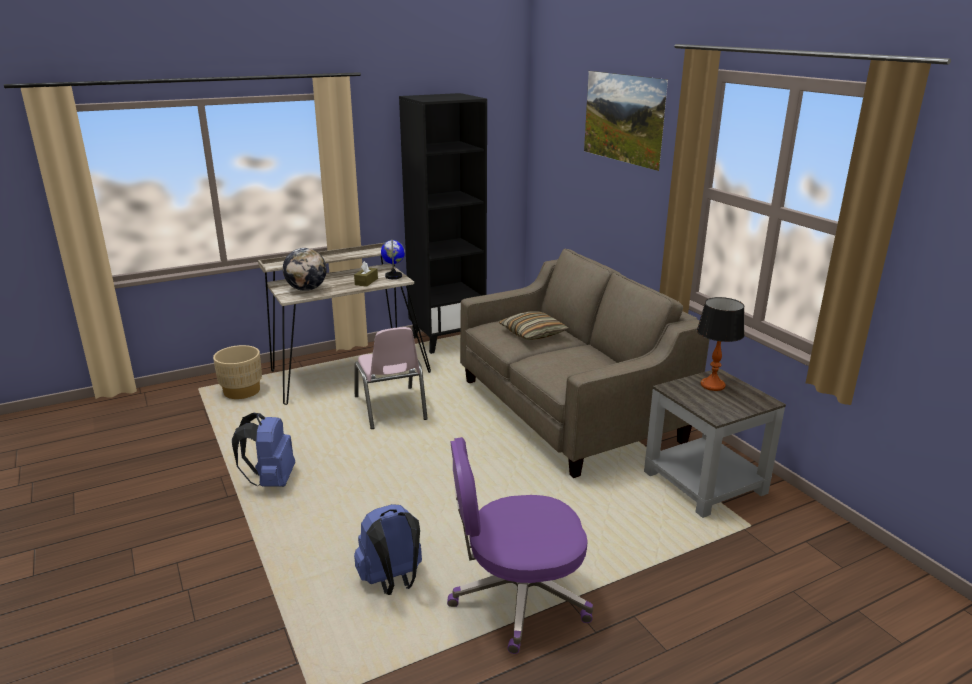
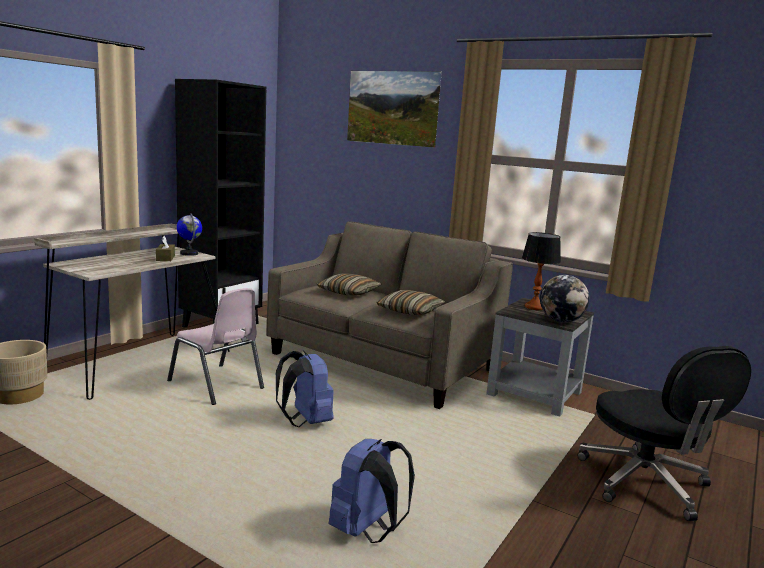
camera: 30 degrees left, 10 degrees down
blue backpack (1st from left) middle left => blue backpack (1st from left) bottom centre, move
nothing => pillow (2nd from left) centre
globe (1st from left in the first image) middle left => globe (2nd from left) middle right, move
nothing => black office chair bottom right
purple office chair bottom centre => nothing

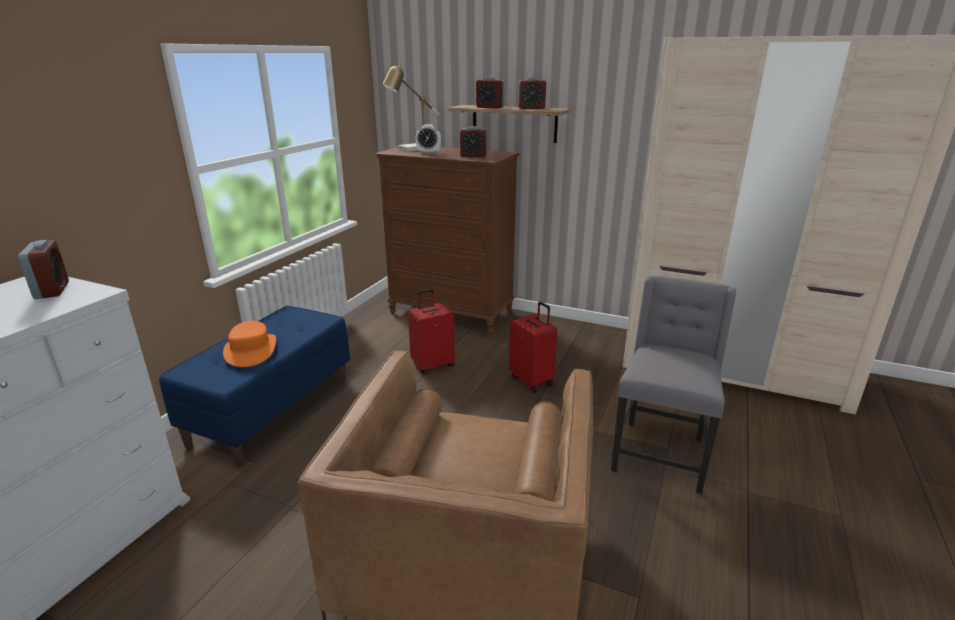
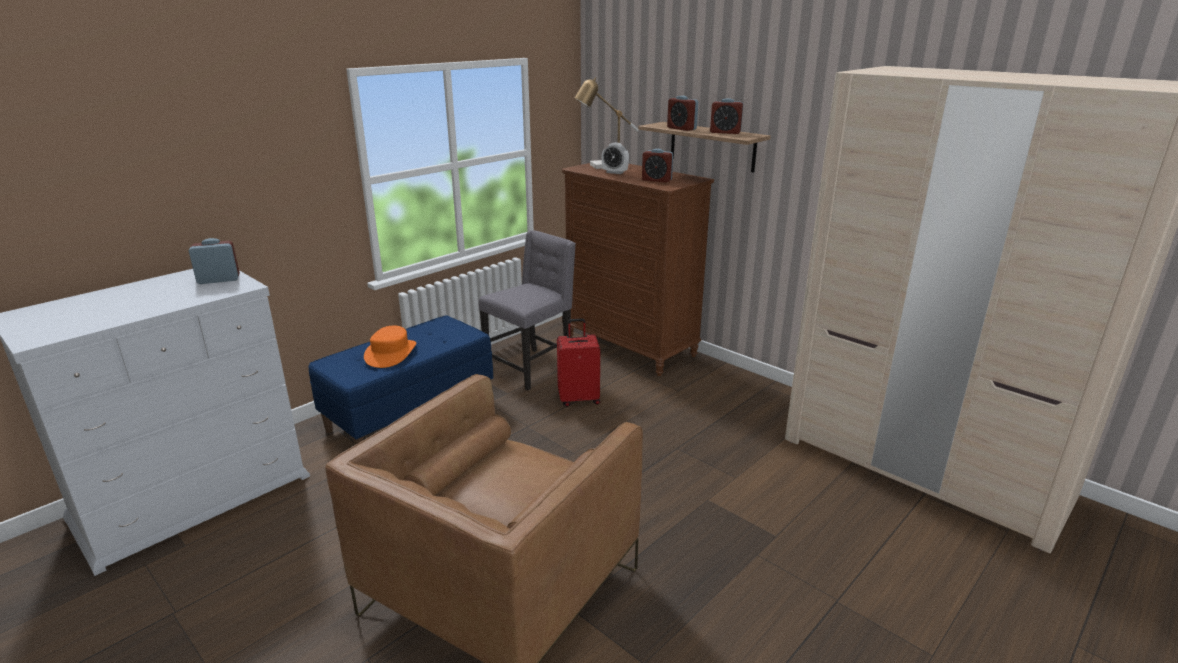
camera: 20 degrees right, 0 degrees up
alarm clock (1st from left) middle left, 105 degrees counterclockwise
grey chair middle right => grey chair centre, move
red suitcase (2nd from left) centre => nothing

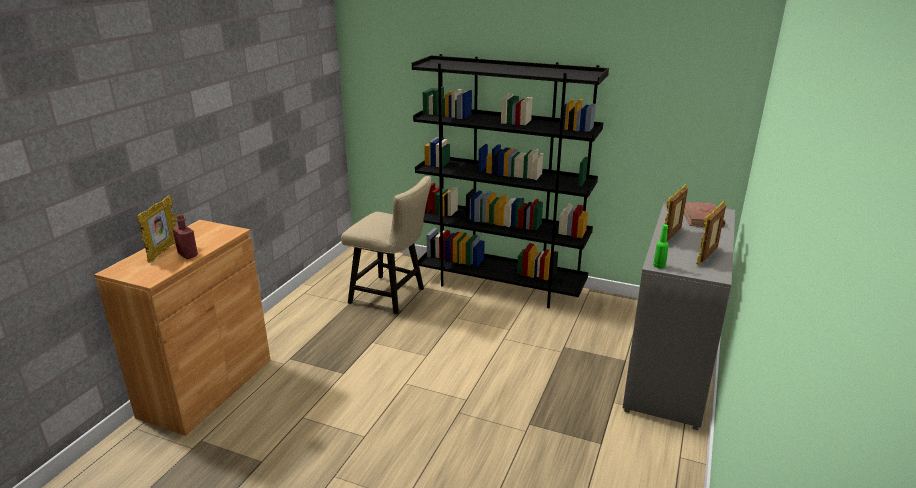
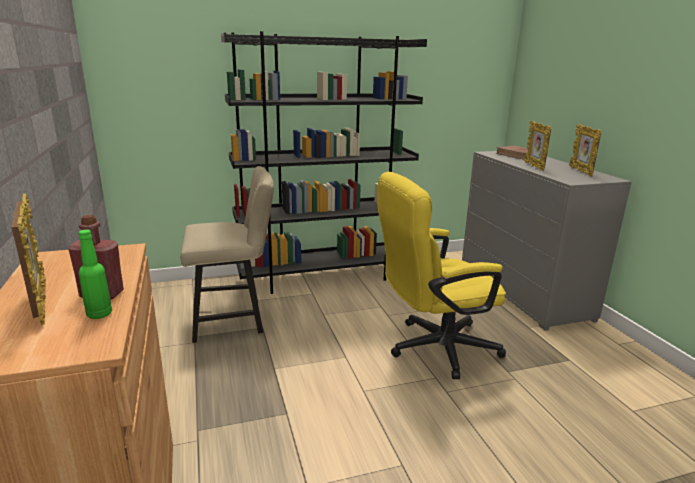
camera: 40 degrees left, 5 degrees down
green bottle middle right => green bottle middle left, move
nothing => yellow office chair centre

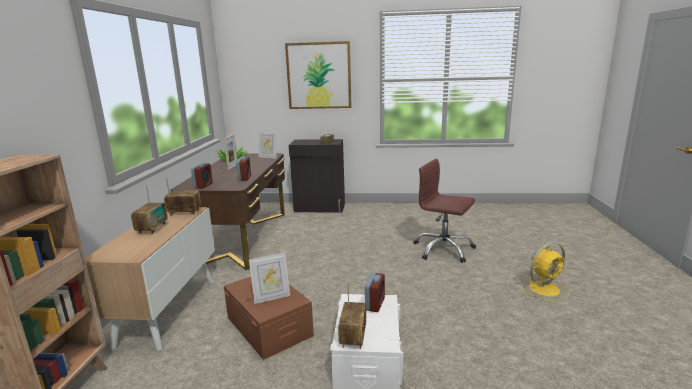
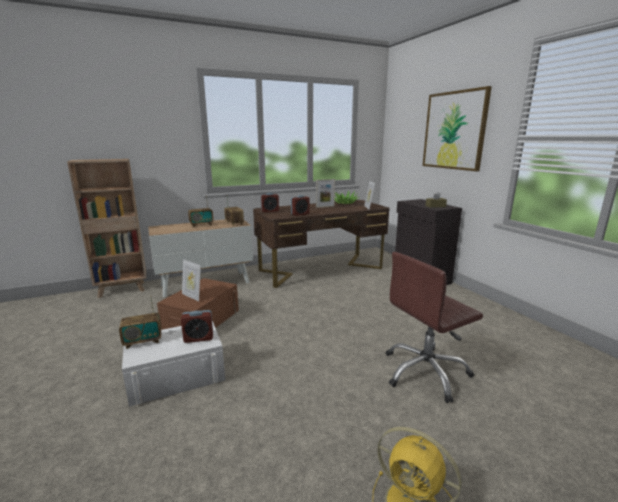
camera: 60 degrees right, 0 degrees up
brown office chair centre => brown office chair middle right, 120 degrees counterclockwise

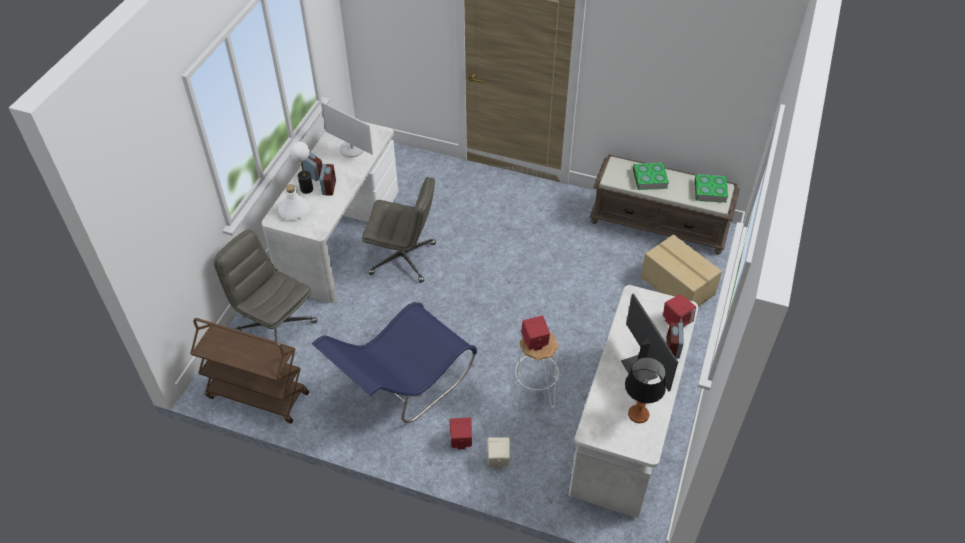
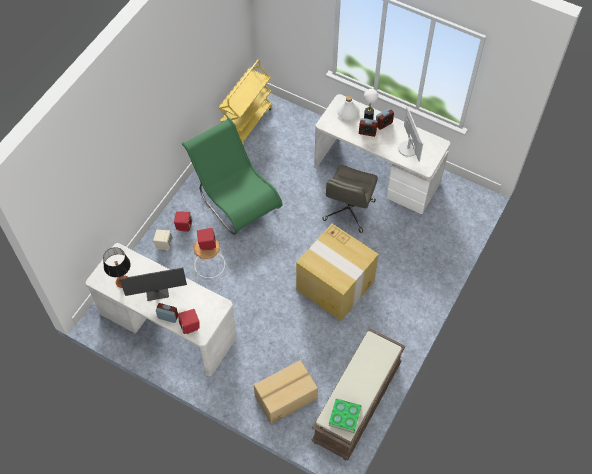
camera: 100 degrees right, 10 degrees up
blue chair bottom centre => green chair centre
brown cart bottom left => yellow cart top centre
nothing => cardboard box (2nd from left) centre
monitor (1st from left in the first image) top centre => monitor (2nd from left) top right, 120 degrees clockwise
grey office chair (1st from left) middle left => nothing
book (1st from left) top right => nothing

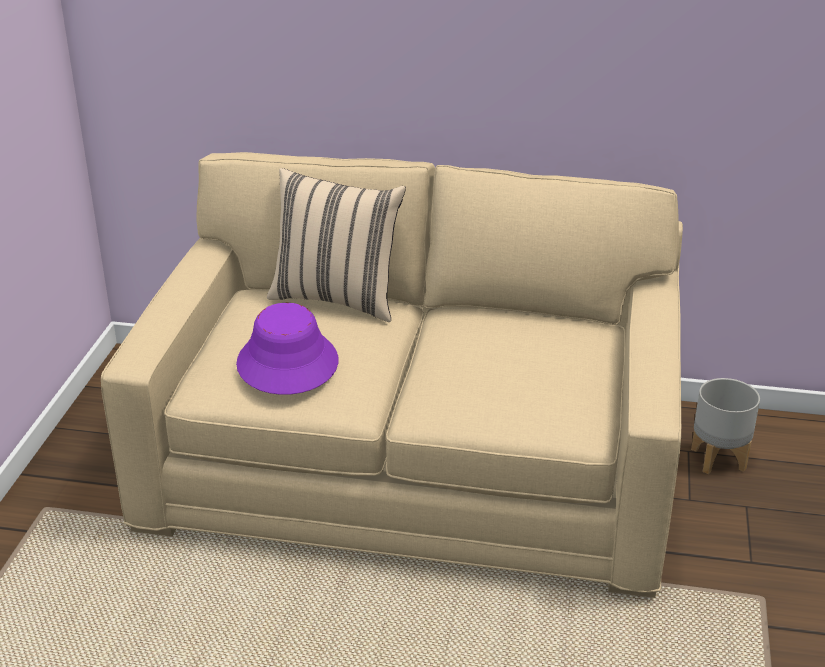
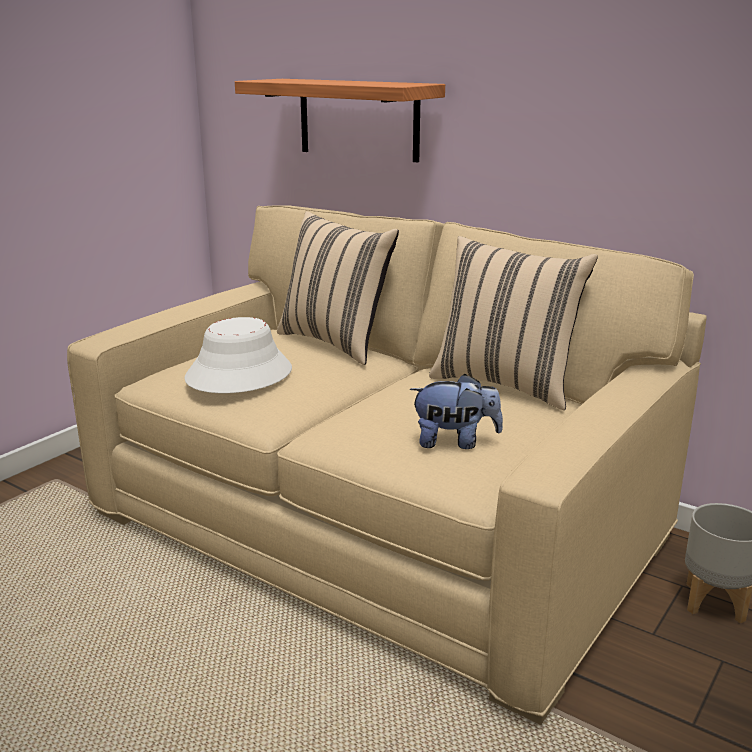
camera: 25 degrees right, 10 degrees down
purple hat centre => white hat middle left
nothing => shelf top centre
nothing => plush toy centre
nothing => beige pillow (2nd from left) middle right

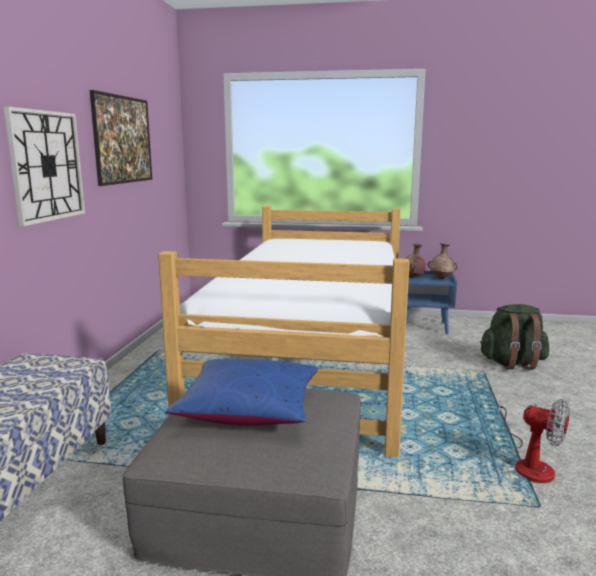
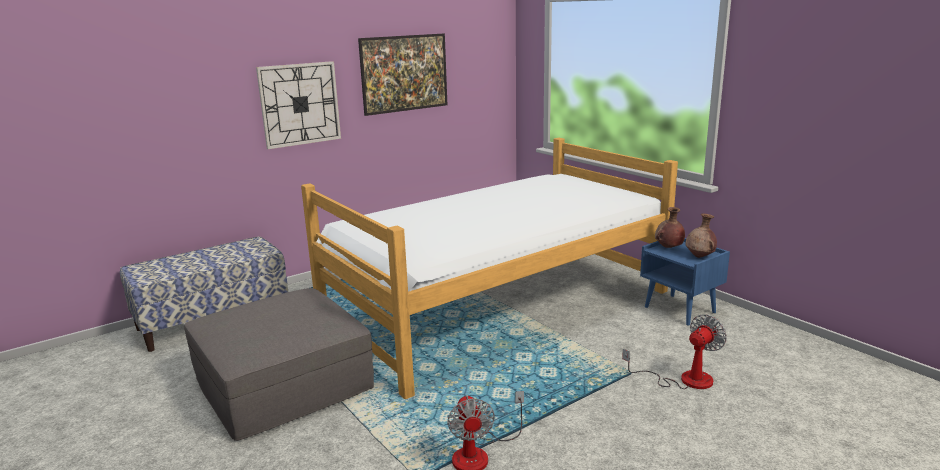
camera: 45 degrees right, 5 degrees up
green backpack middle right => fan (2nd from left) bottom right
blue pillow bottom centre => nothing

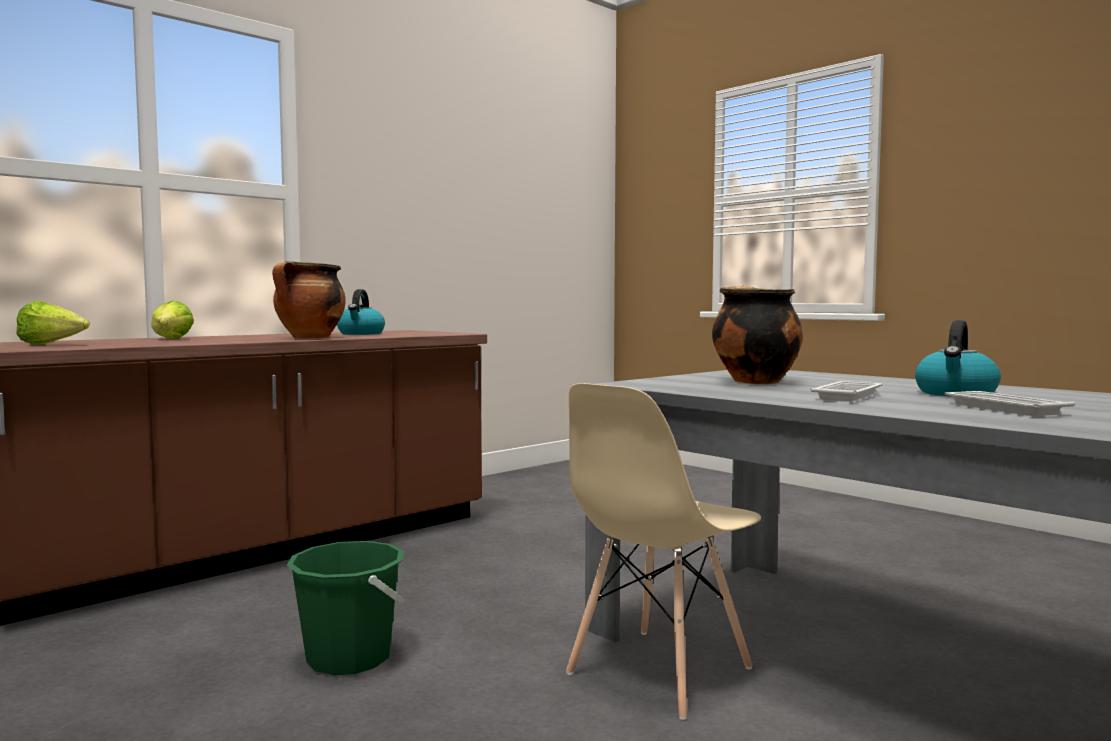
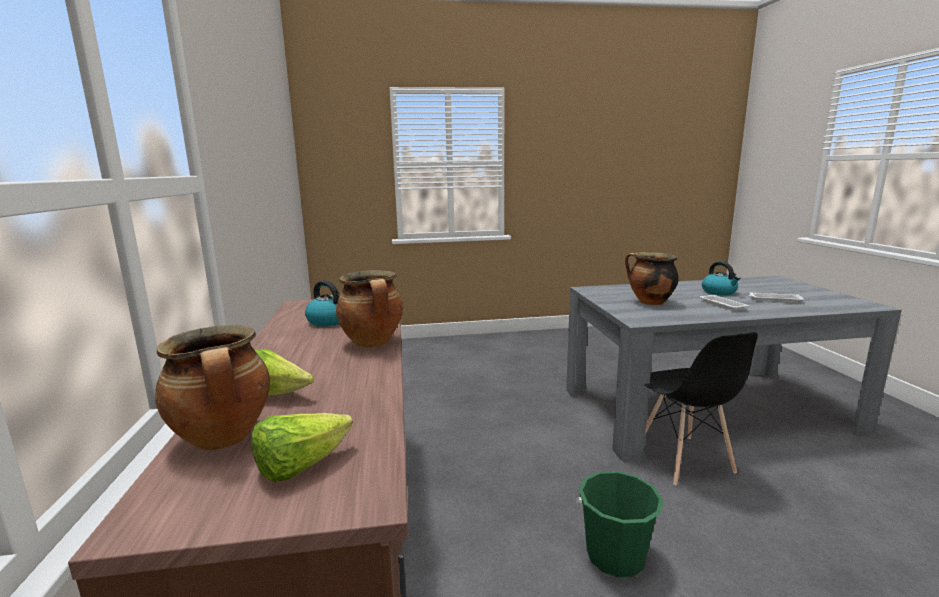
camera: 55 degrees left, 10 degrees up
nothing => cooking pot (1st from left) middle left
beige chair bottom centre => black chair bottom right

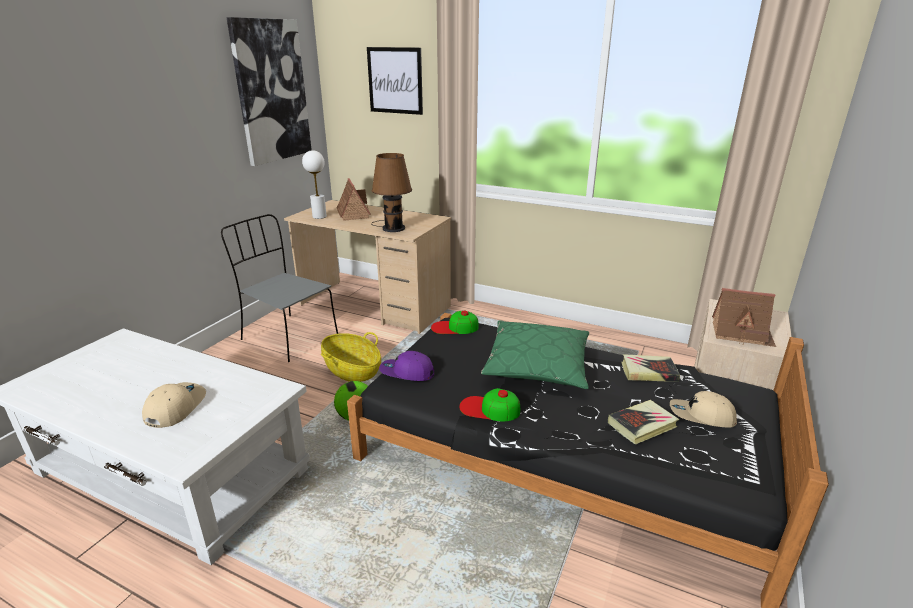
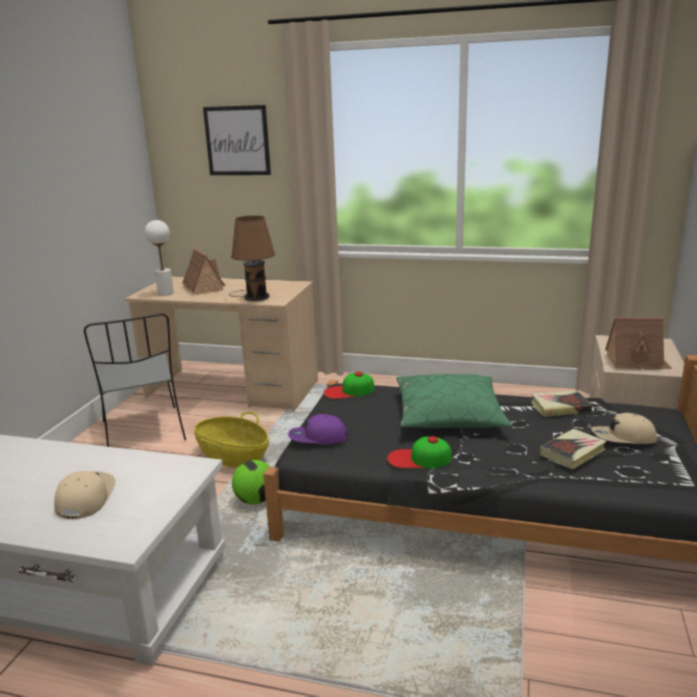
camera: 10 degrees left, 5 degrees down
grey chair middle left, 135 degrees counterclockwise
picture (1st from left) top left => nothing

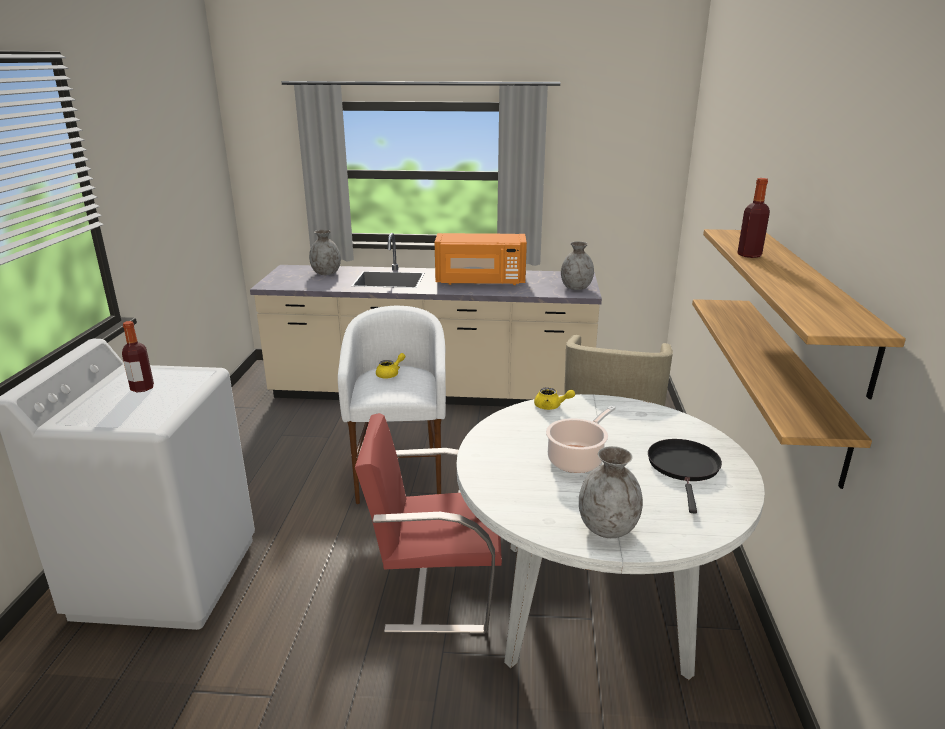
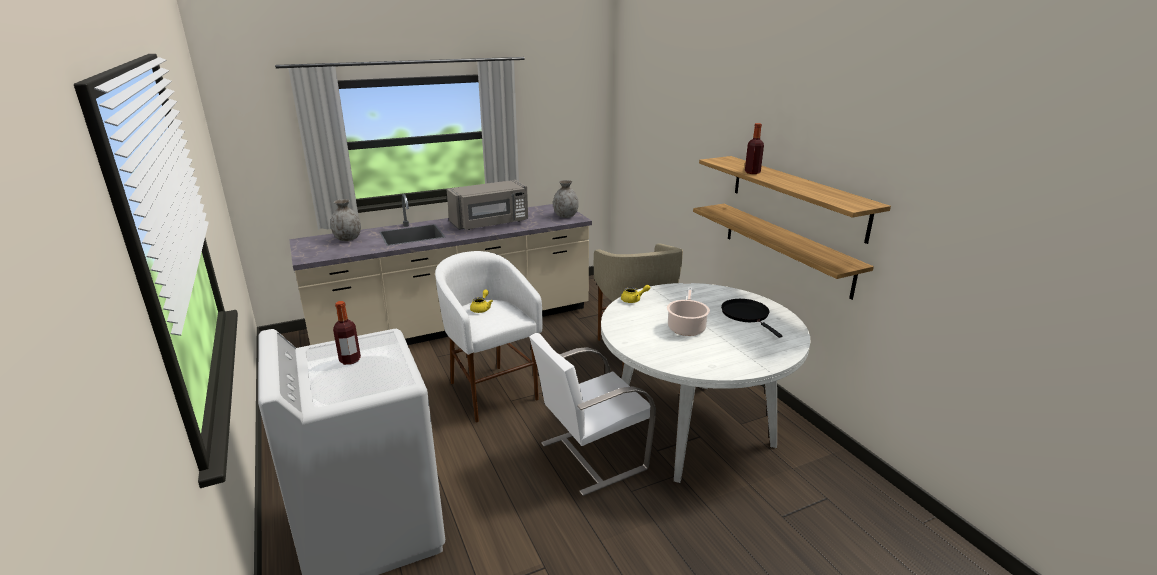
camera: 30 degrees left, 0 degrees up
orange microwave centre => grey microwave centre
red chair bottom centre => white chair bottom centre
grey vase (3rd from left) bottom centre => nothing

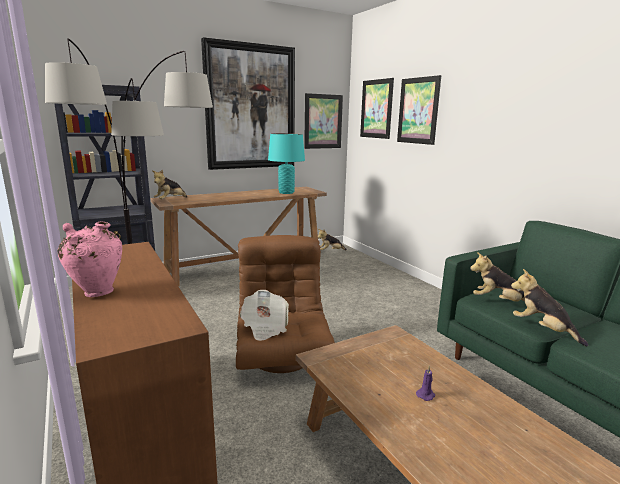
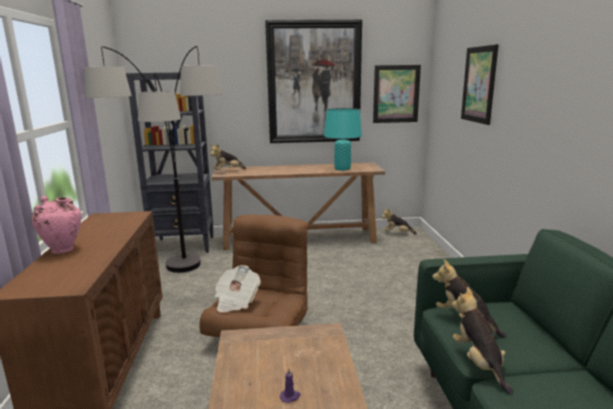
camera: 25 degrees right, 0 degrees up
picture (3rd from left) top centre => nothing

